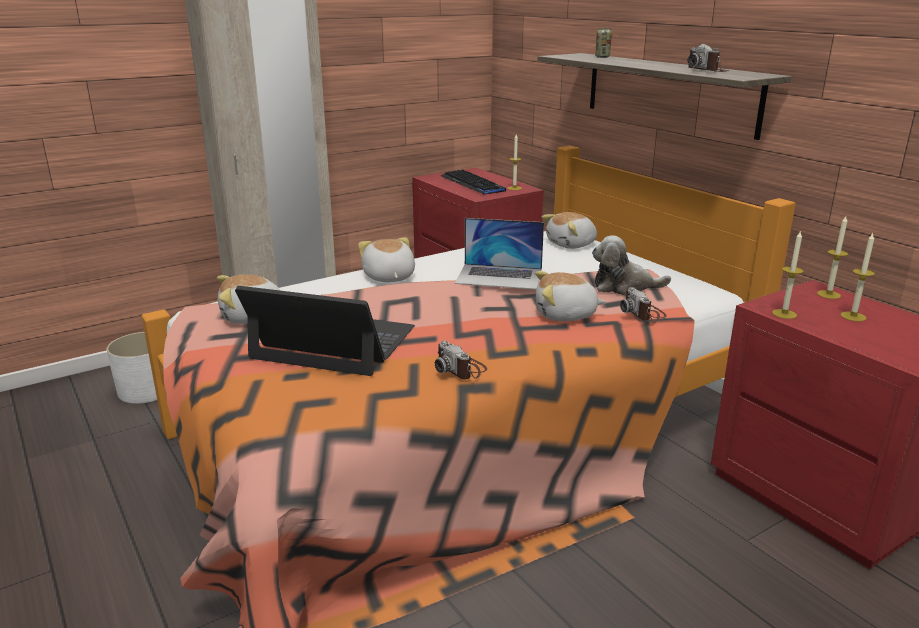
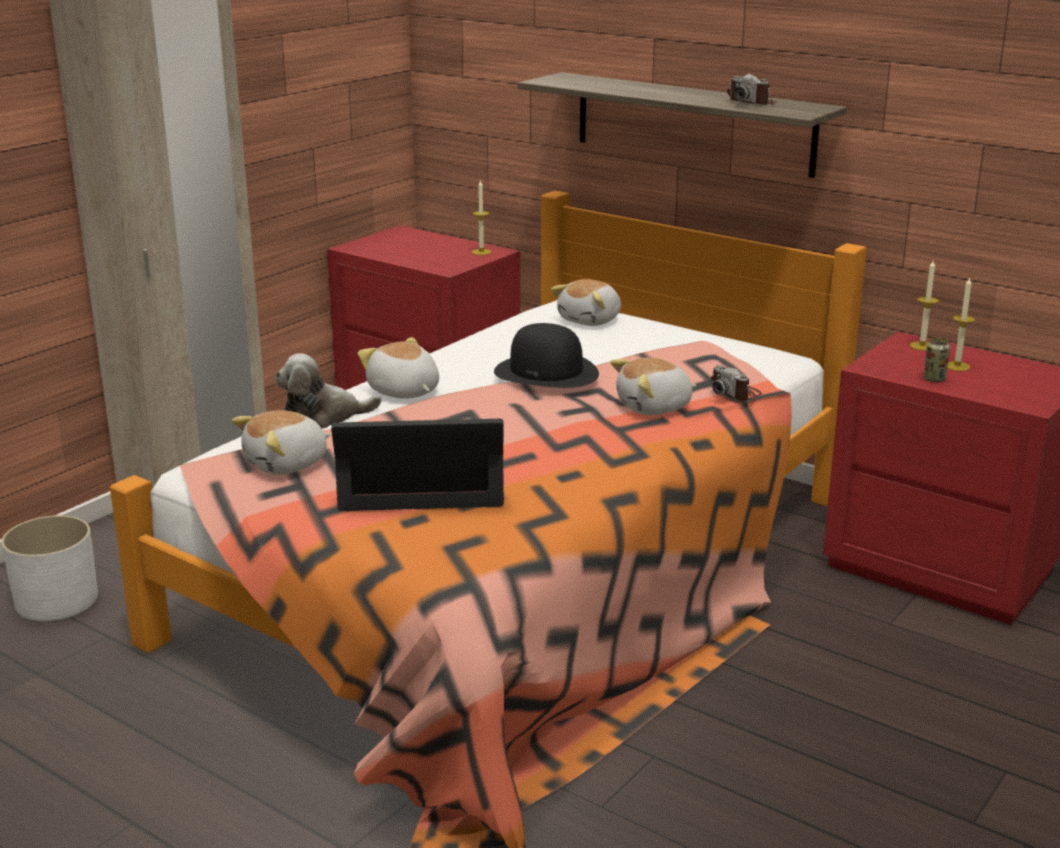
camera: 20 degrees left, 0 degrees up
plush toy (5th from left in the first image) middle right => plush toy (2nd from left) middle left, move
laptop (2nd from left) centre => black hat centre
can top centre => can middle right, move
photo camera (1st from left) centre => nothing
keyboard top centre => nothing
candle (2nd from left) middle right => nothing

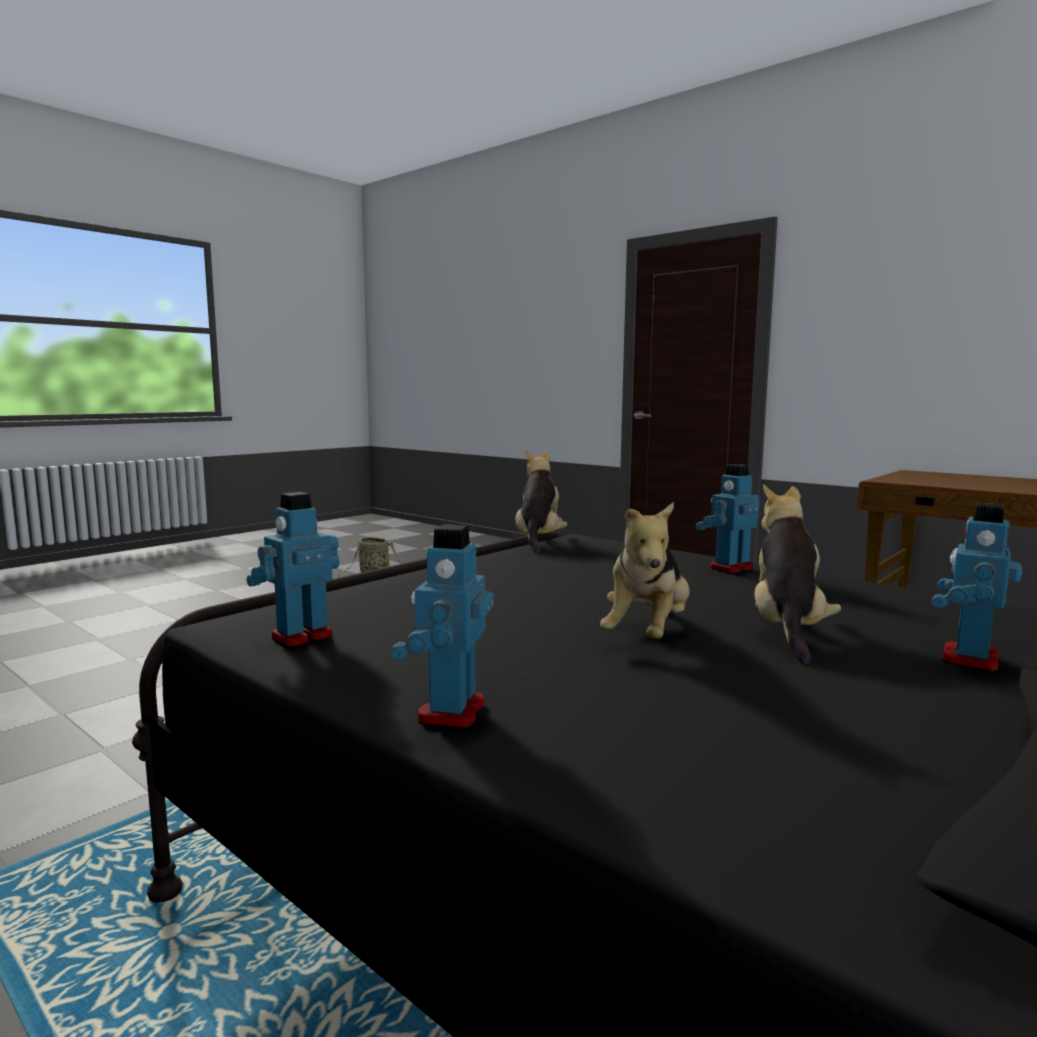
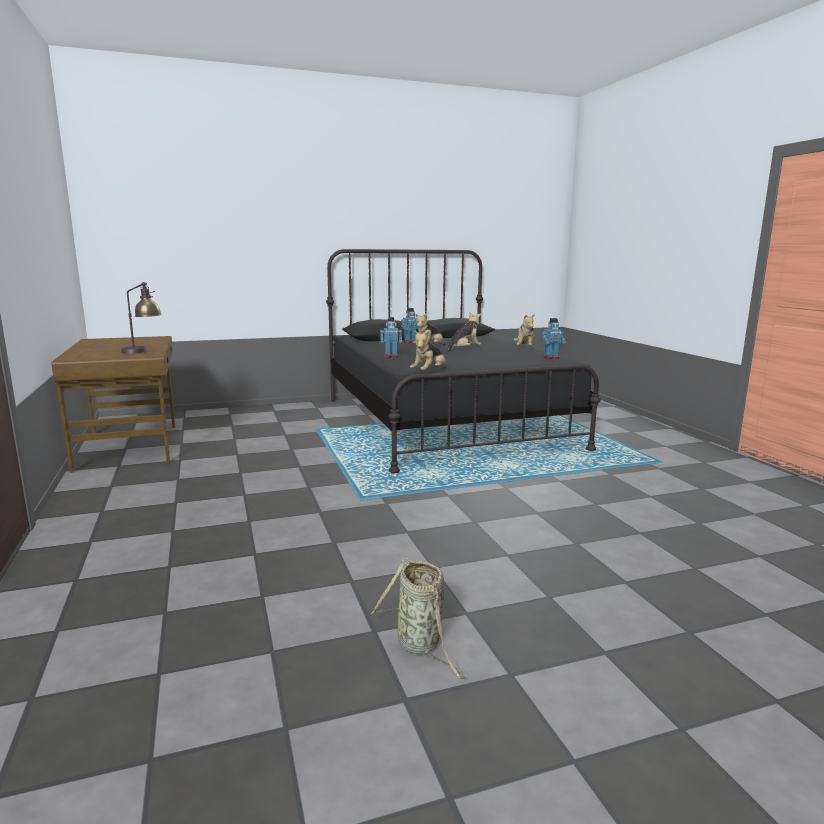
camera: 150 degrees left, 5 degrees up
nothing => table lamp middle left
toy robot (2nd from left) centre => plush toy (4th from left) centre

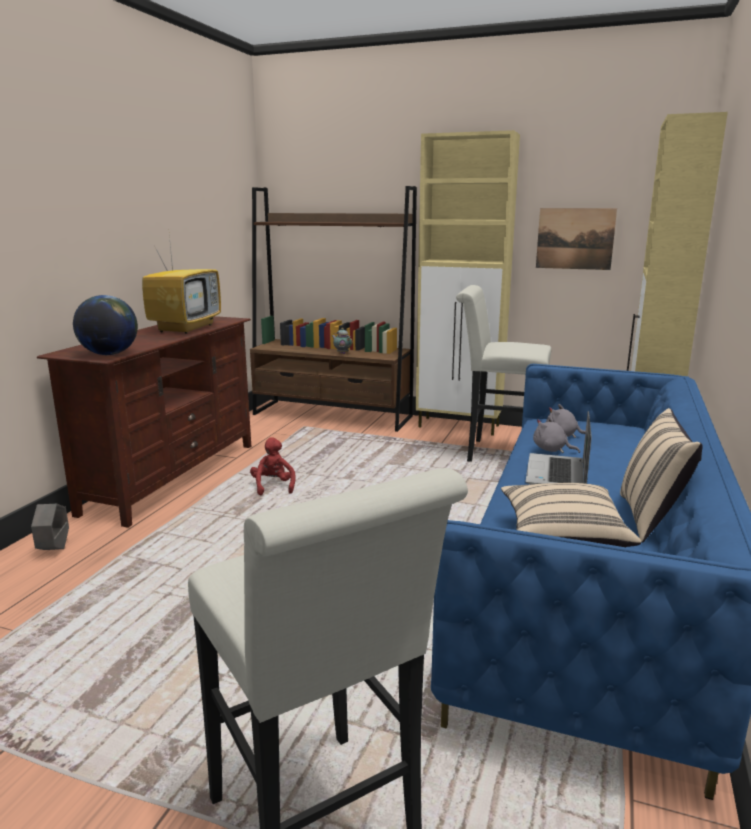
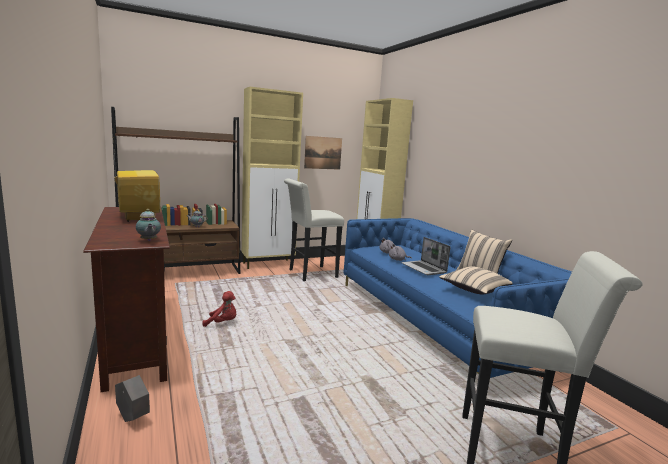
camera: 45 degrees left, 5 degrees down
globe middle left => teapot (1st from left) middle left
red plush toy centre => red plush toy middle left, 150 degrees clockwise

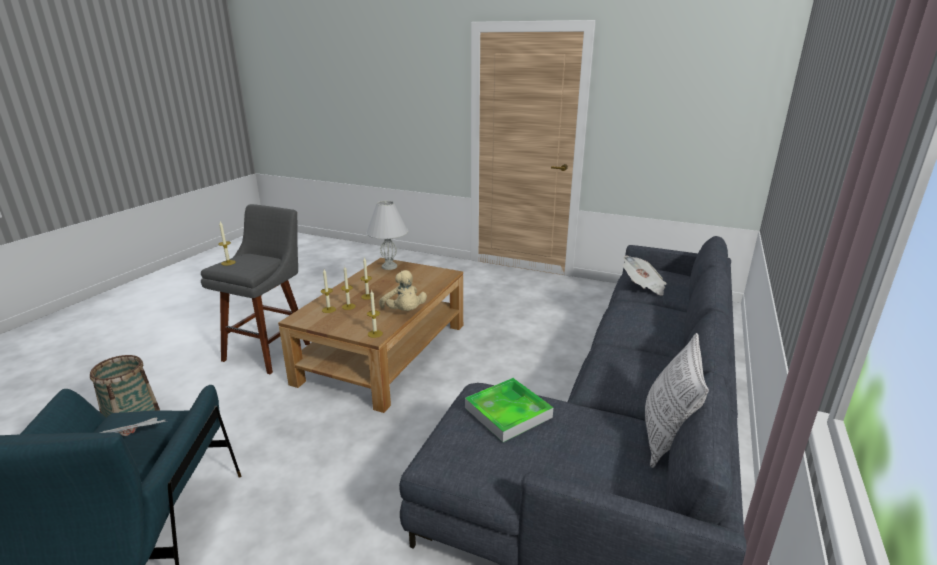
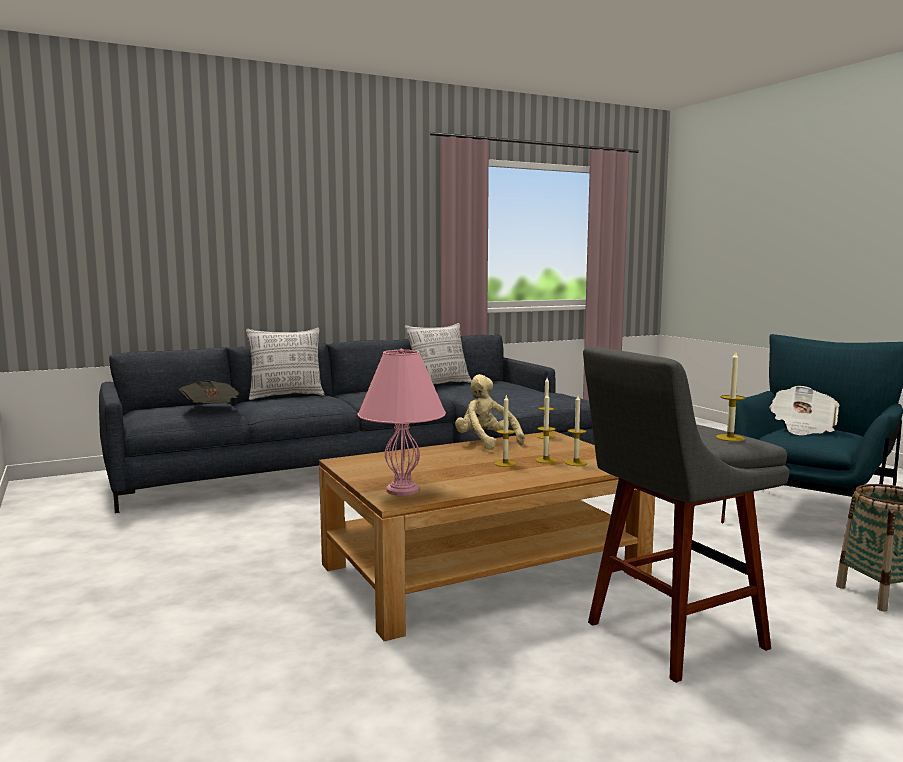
camera: 140 degrees left, 15 degrees down
nothing => pillow (1st from left) middle left
white table lamp centre => pink table lamp centre
beige plush toy centre, 45 degrees counterclockwise
tray bottom centre => nothing

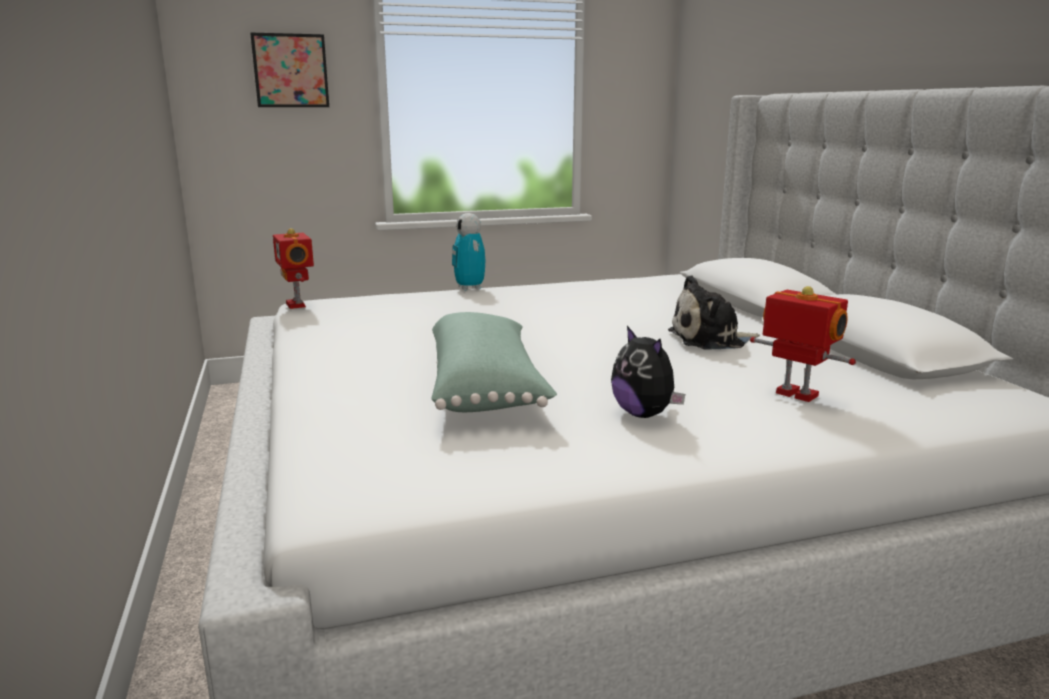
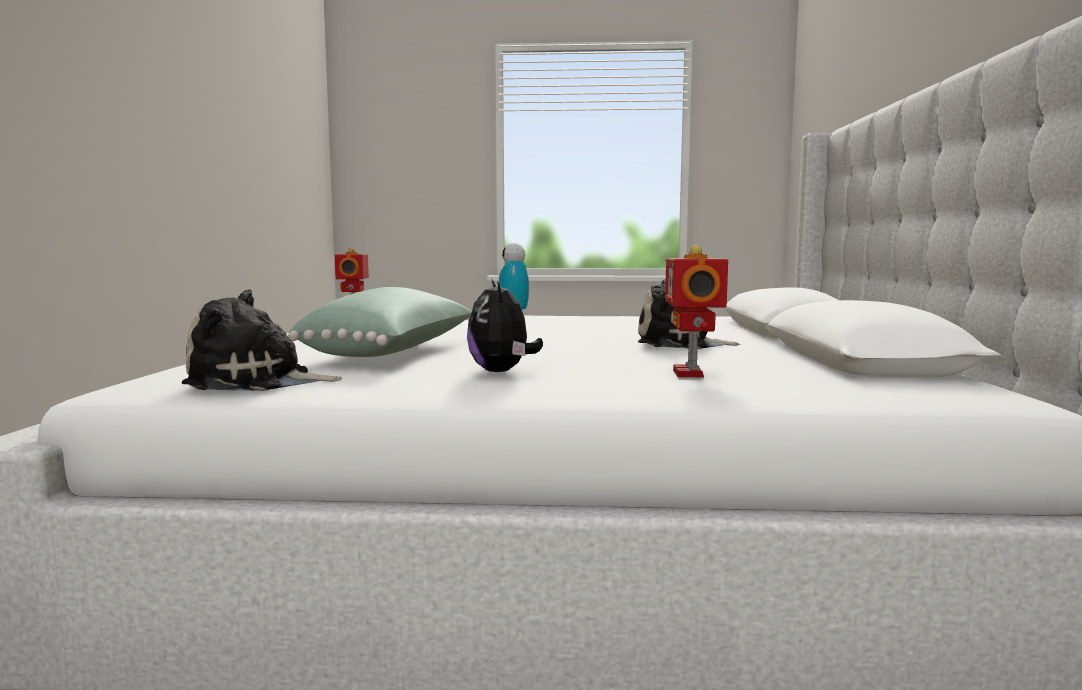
camera: 20 degrees right, 10 degrees down
nothing => plush toy (1st from left) middle left
toy robot (3rd from left) middle right => toy robot (3rd from left) centre, 150 degrees counterclockwise
picture top left => nothing

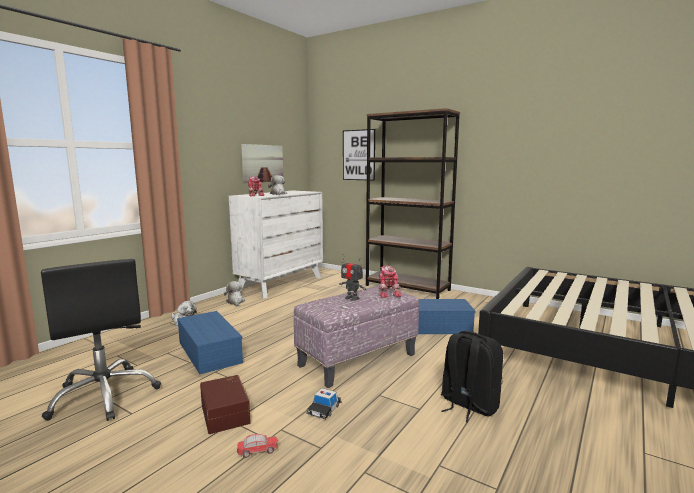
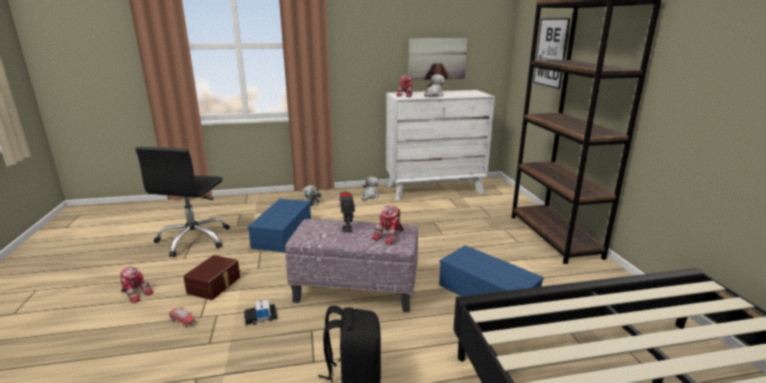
camera: 45 degrees right, 10 degrees up
nothing => toy robot (1st from left) bottom left

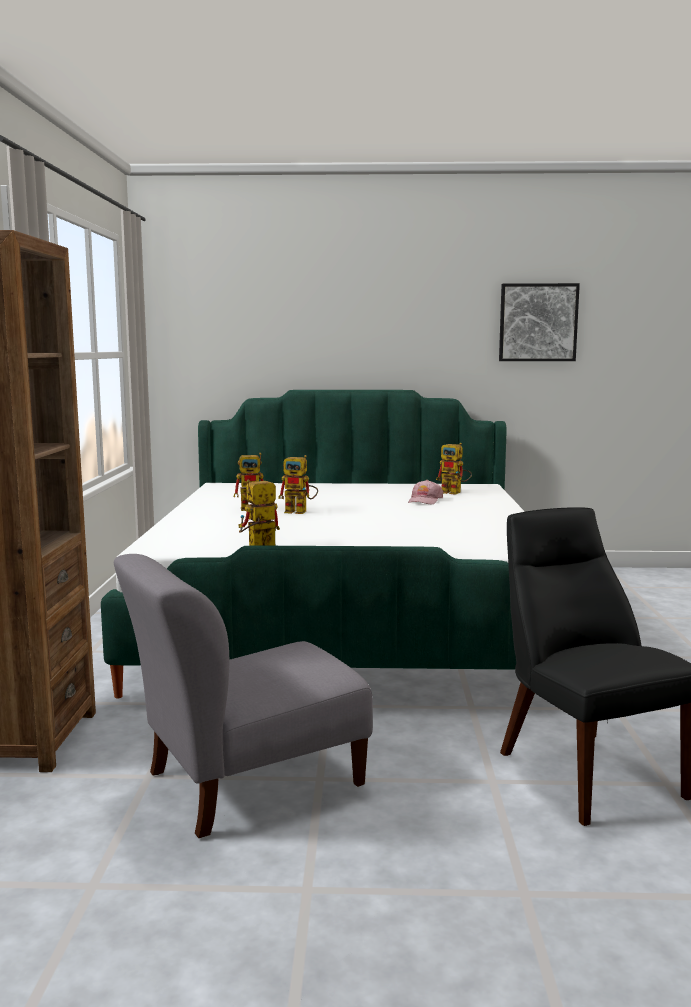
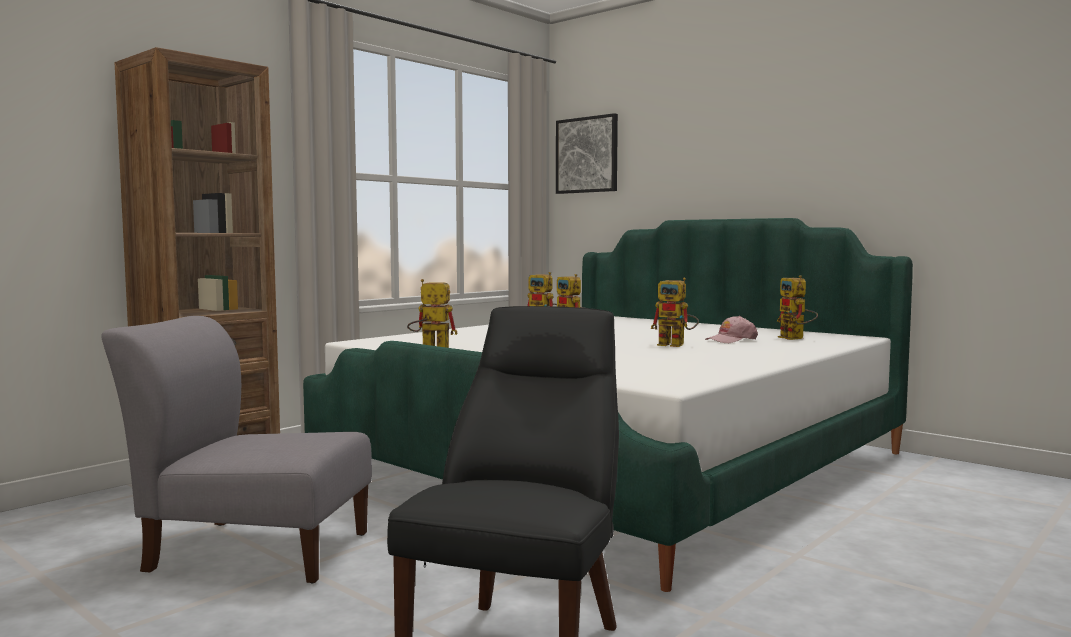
camera: 40 degrees right, 5 degrees down
picture top right => picture top centre, move
nothing => toy robot (4th from left) centre

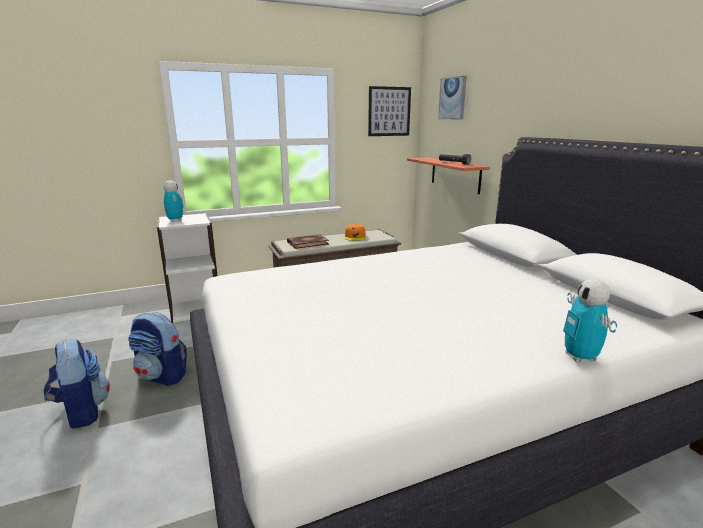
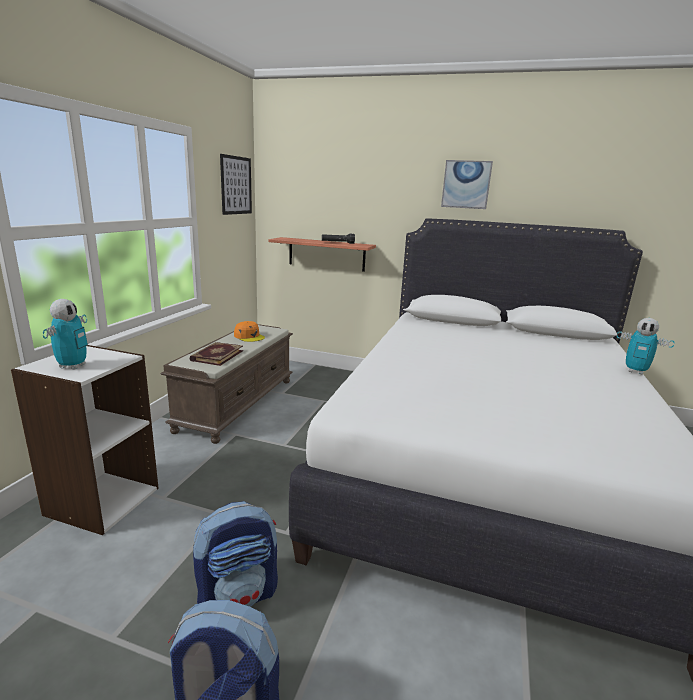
camera: 50 degrees left, 0 degrees up
toy robot (1st from left) middle left, 90 degrees clockwise
picture (2nd from left) top centre => picture (2nd from left) top right, move

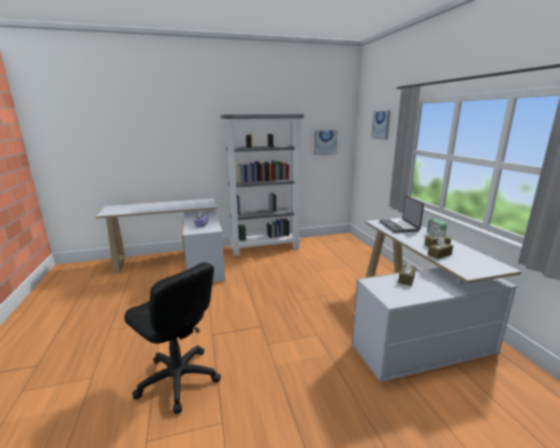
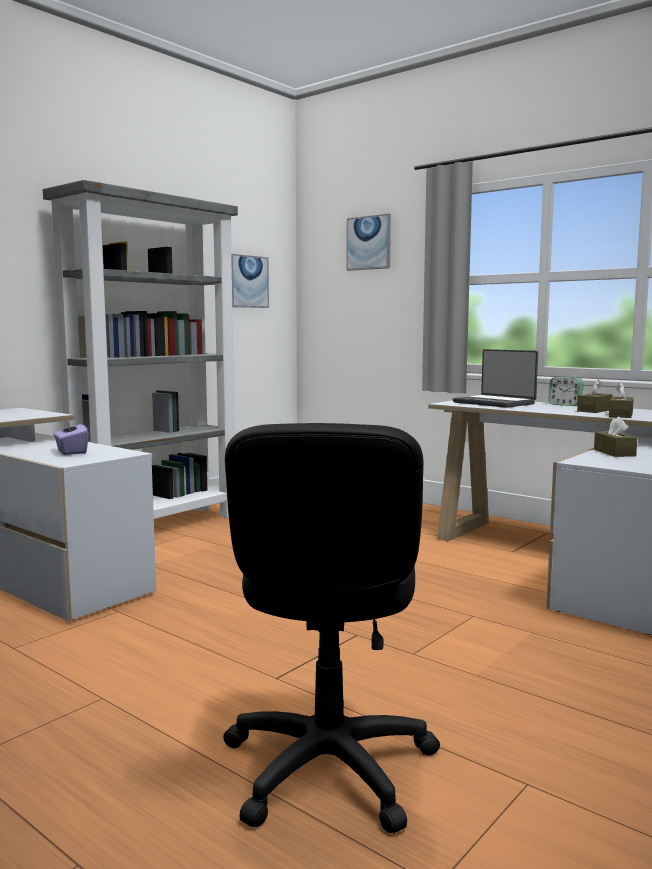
camera: 35 degrees left, 10 degrees down
black office chair bottom left => black office chair bottom centre, 90 degrees clockwise

